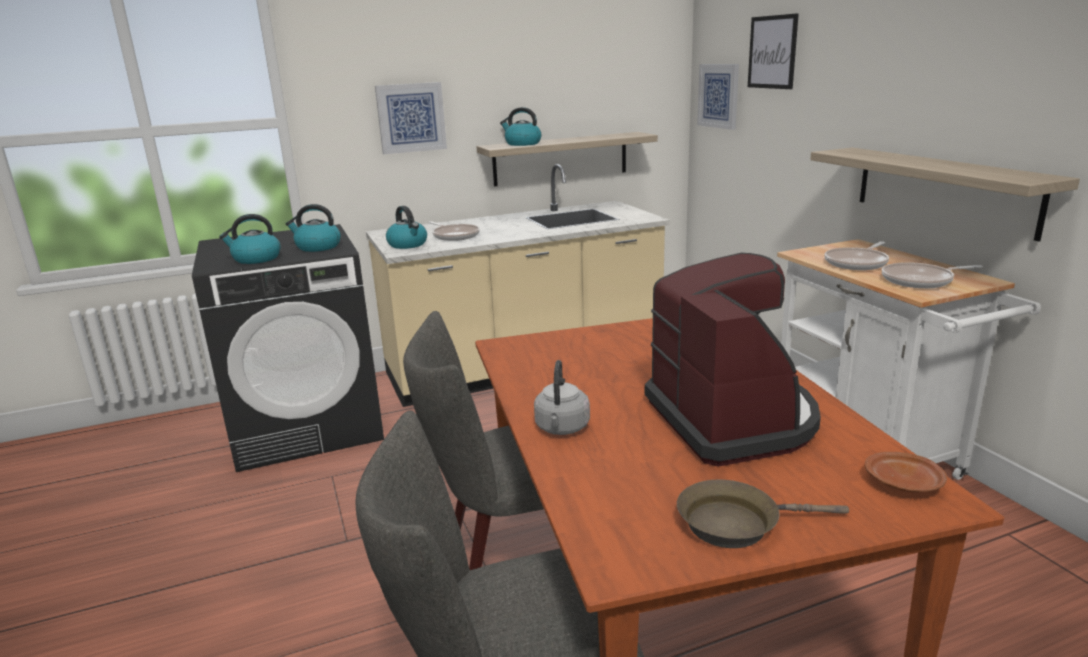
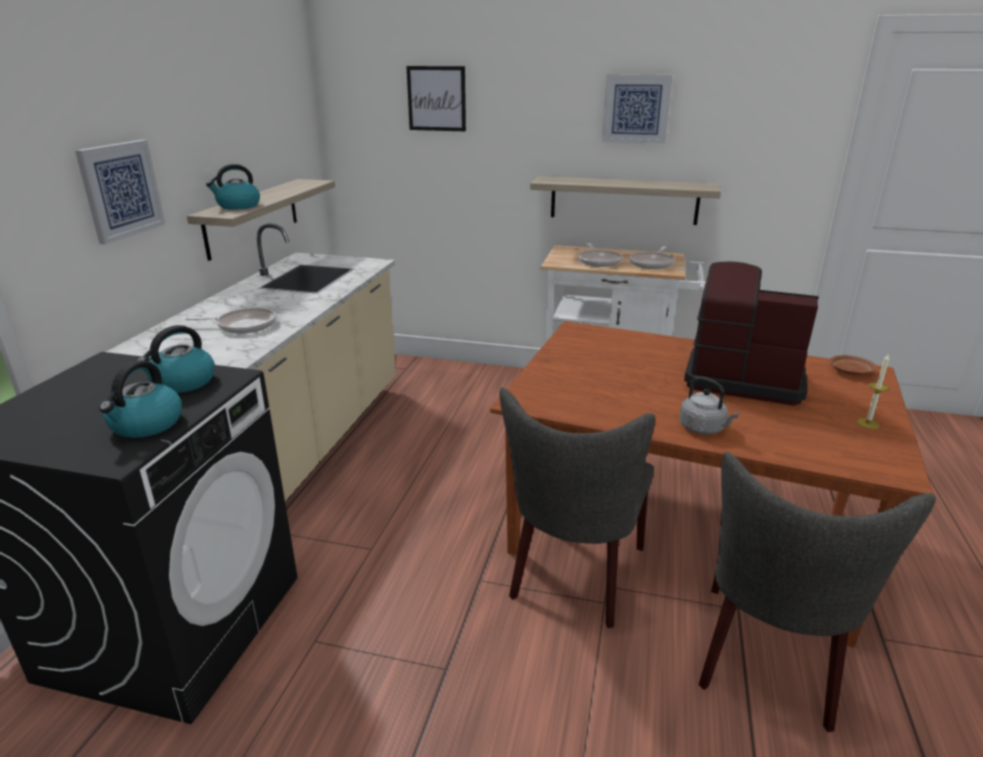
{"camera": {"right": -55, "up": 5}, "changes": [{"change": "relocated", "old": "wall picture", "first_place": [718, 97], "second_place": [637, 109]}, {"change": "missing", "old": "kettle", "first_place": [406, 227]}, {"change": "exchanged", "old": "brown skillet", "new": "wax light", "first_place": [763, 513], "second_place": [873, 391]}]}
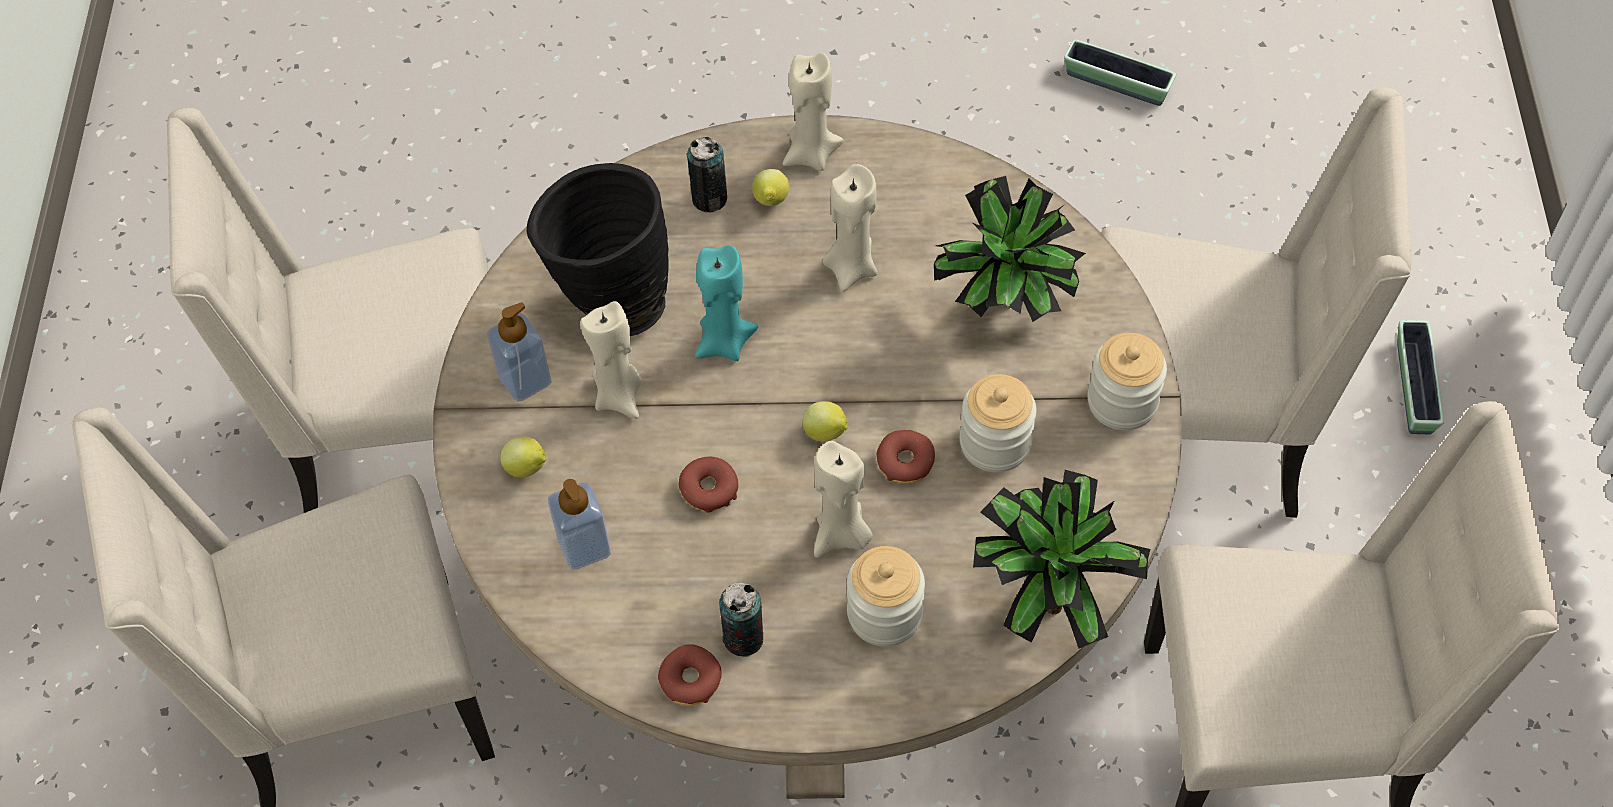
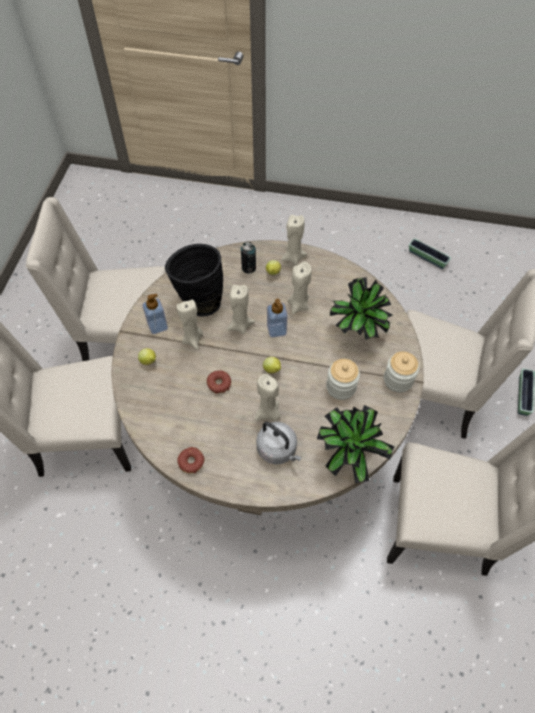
{"camera": {"right": 10, "up": 0}, "changes": [{"change": "colour", "old": "turquoise wax light", "new": "beige wax light", "first_place": [726, 303], "second_place": [241, 309]}, {"change": "missing", "old": "doughnut", "first_place": [905, 456]}, {"change": "relocated", "old": "liquid soap bottle", "first_place": [579, 524], "second_place": [277, 318]}, {"change": "exchanged", "old": "jar", "new": "gray kettle", "first_place": [886, 596], "second_place": [278, 443]}, {"change": "missing", "old": "metal can", "first_place": [741, 619]}]}
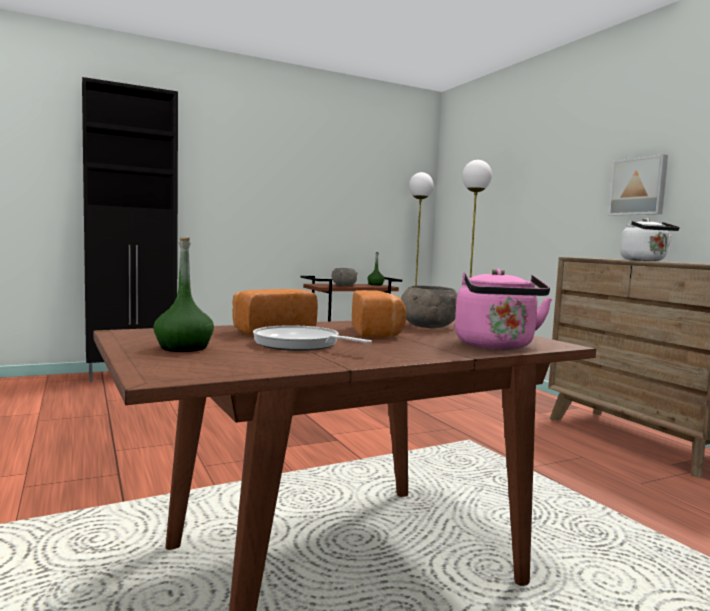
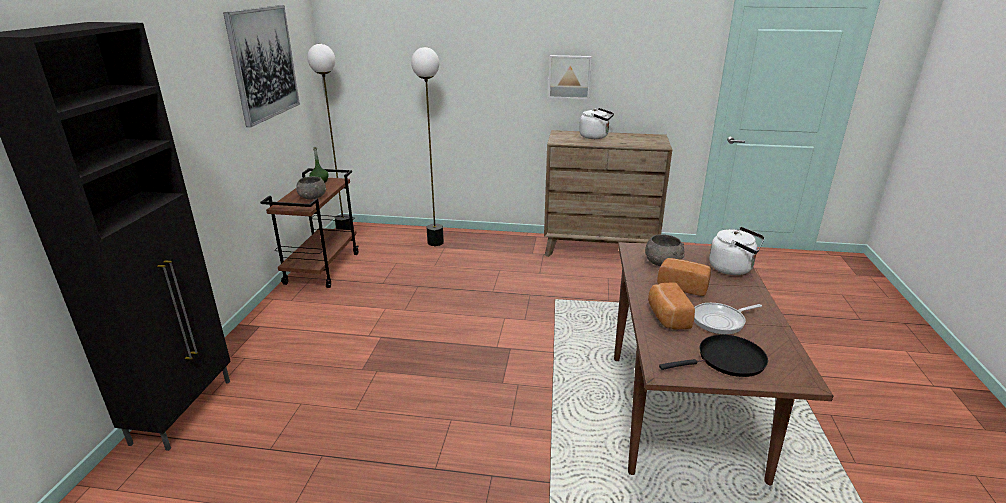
{"camera": {"right": -55, "up": 20}, "changes": [{"change": "exchanged", "old": "green drink bottle", "new": "blackish skillet", "first_place": [183, 294], "second_place": [713, 356]}, {"change": "colour", "old": "pinkish kettle", "new": "white-coloured kettle", "first_place": [503, 309], "second_place": [737, 251]}, {"change": "appeared", "new": "wall picture", "second_place": [261, 66]}]}
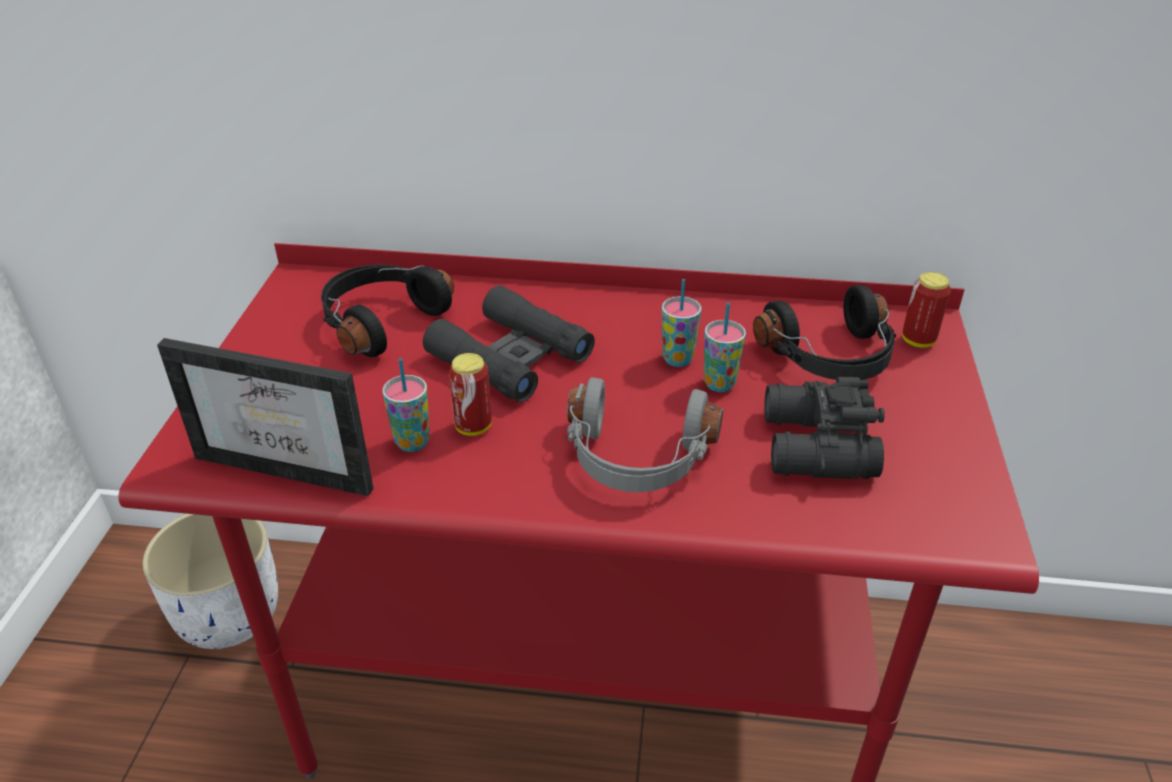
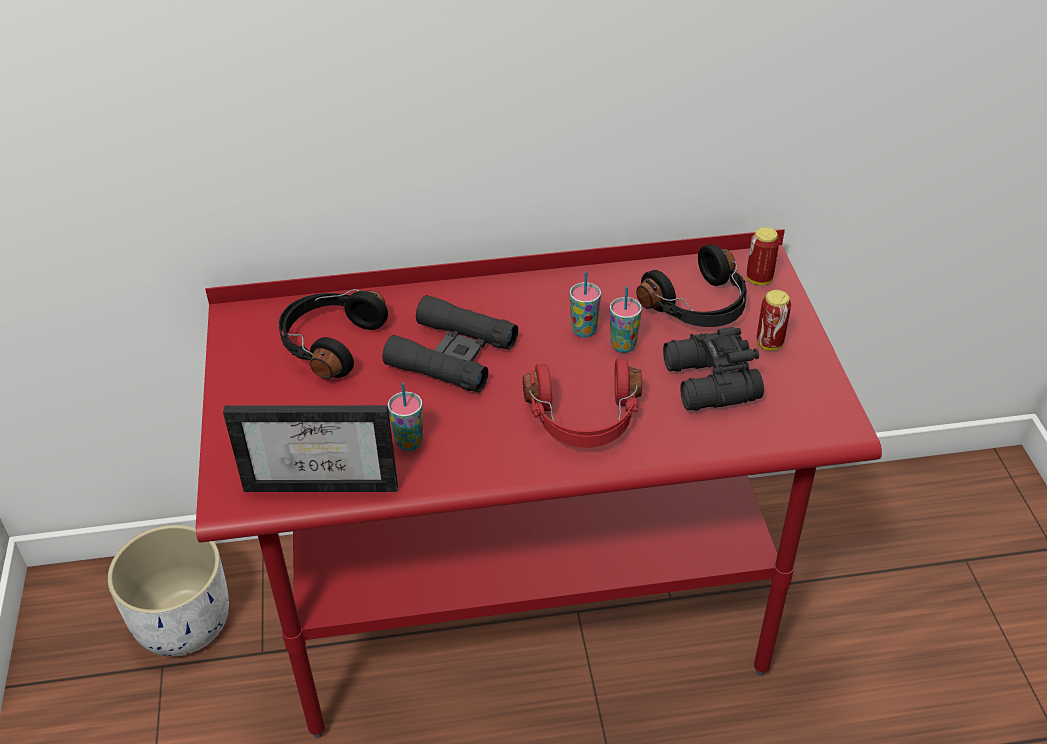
{"camera": {"right": -15, "up": 5}, "changes": [{"change": "relocated", "old": "metal can", "first_place": [470, 394], "second_place": [774, 320]}, {"change": "colour", "old": "gray pair of headphones", "new": "red-coloured pair of headphones", "first_place": [645, 434], "second_place": [582, 403]}]}
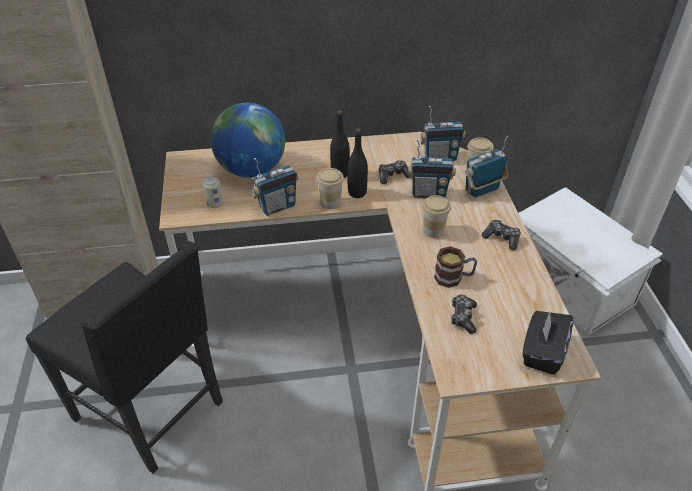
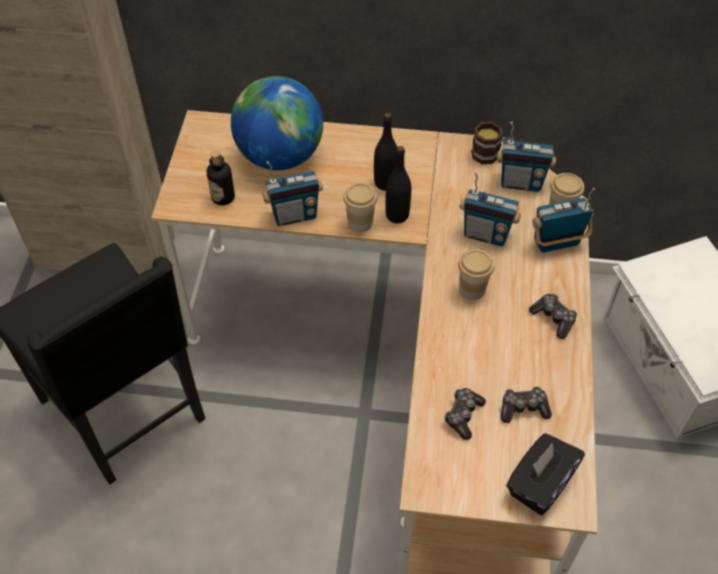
{"camera": {"right": 15, "up": 10}, "changes": [{"change": "relocated", "old": "joypad", "first_place": [394, 172], "second_place": [526, 404]}, {"change": "exchanged", "old": "metal can", "new": "drink bottle", "first_place": [213, 192], "second_place": [220, 177]}, {"change": "relocated", "old": "tea mug", "first_place": [455, 267], "second_place": [493, 143]}]}
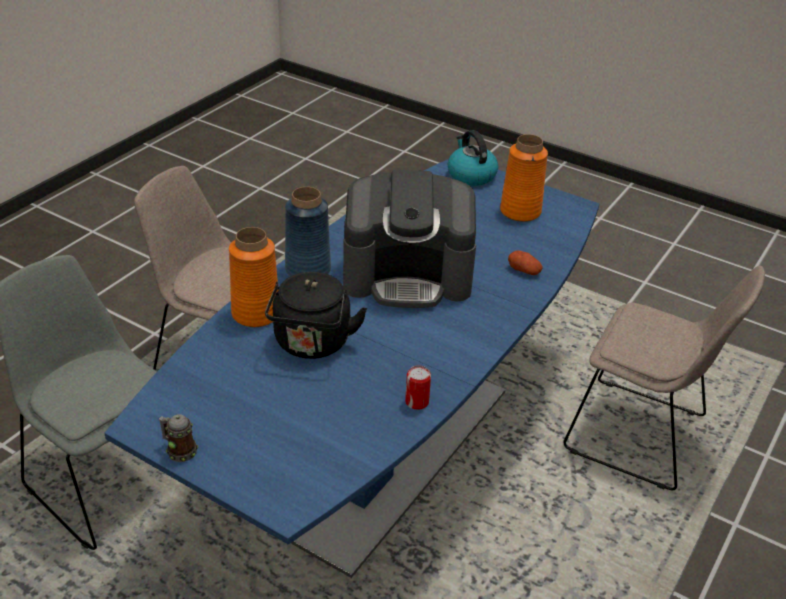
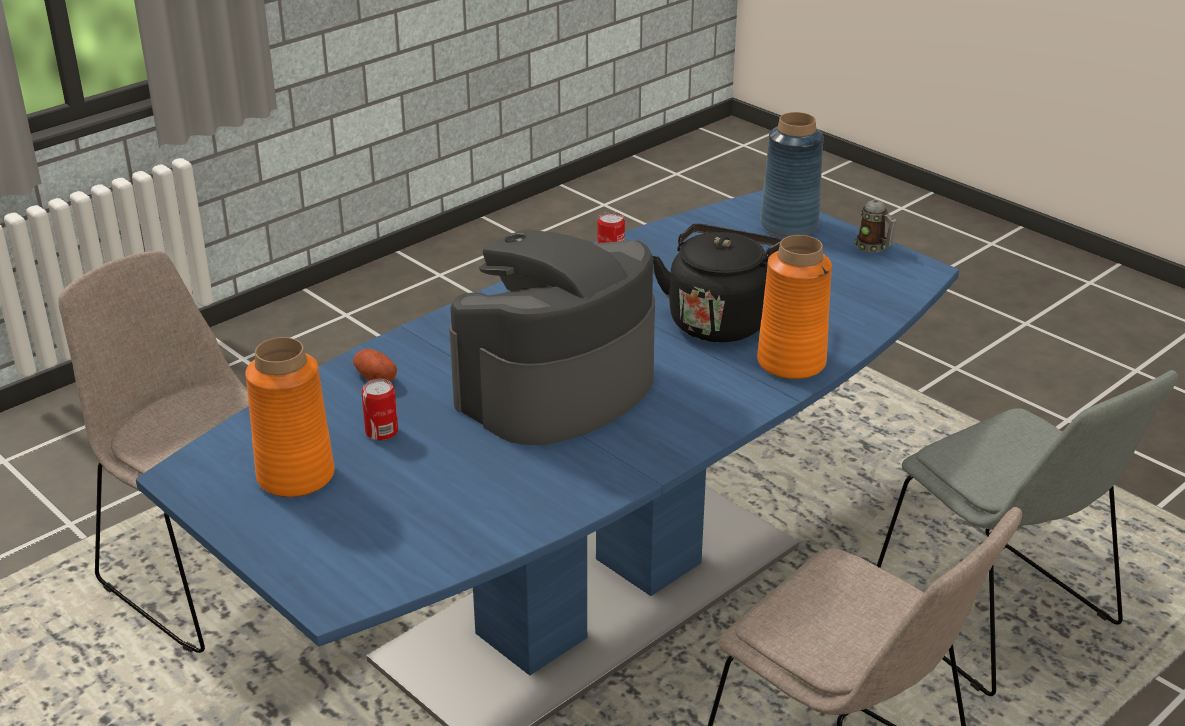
{"camera": {"right": -165, "up": -5}, "changes": [{"change": "missing", "old": "kettle", "first_place": [473, 158]}, {"change": "spun", "old": "coffee brewer", "first_place": [409, 239], "second_place": [552, 337], "degrees": -60}, {"change": "relocated", "old": "blue-coloured flower vase", "first_place": [308, 231], "second_place": [792, 174]}, {"change": "appeared", "new": "metal can", "second_place": [379, 410]}]}
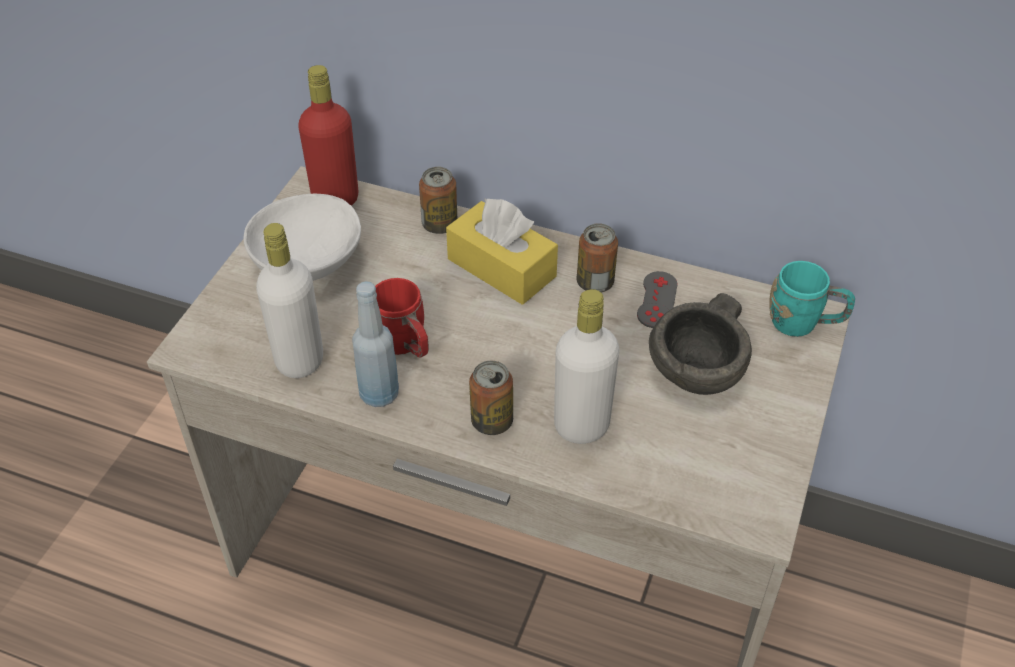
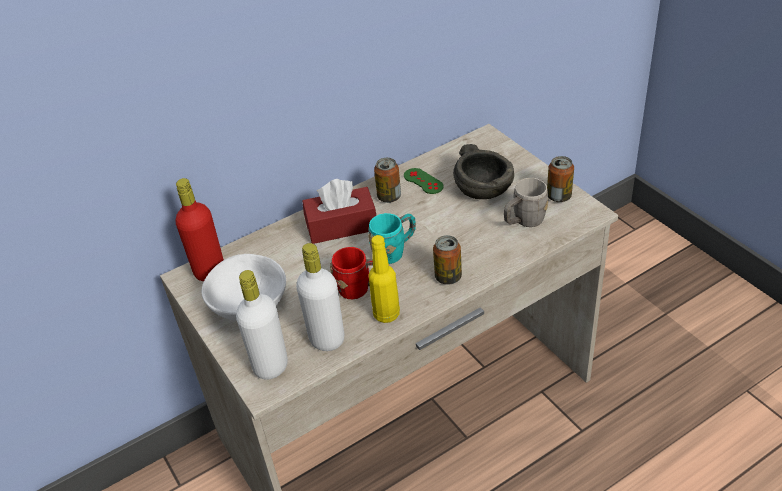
{"camera": {"right": -50, "up": -5}, "changes": [{"change": "relocated", "old": "metal can", "first_place": [438, 200], "second_place": [560, 179]}, {"change": "colour", "old": "yellow-coloured box of tissues", "new": "red-coloured box of tissues", "first_place": [502, 252], "second_place": [339, 211]}, {"change": "relocated", "old": "turquoise tea mug", "first_place": [812, 299], "second_place": [392, 238]}, {"change": "colour", "old": "gray joypad", "new": "green joypad", "first_place": [657, 299], "second_place": [424, 181]}, {"change": "colour", "old": "blue-coloured drink bottle", "new": "yellow-coloured drink bottle", "first_place": [375, 344], "second_place": [384, 279]}, {"change": "relocated", "old": "white-coloured drink bottle", "first_place": [587, 366], "second_place": [262, 325]}, {"change": "appeared", "new": "gray tea mug", "second_place": [526, 202]}]}
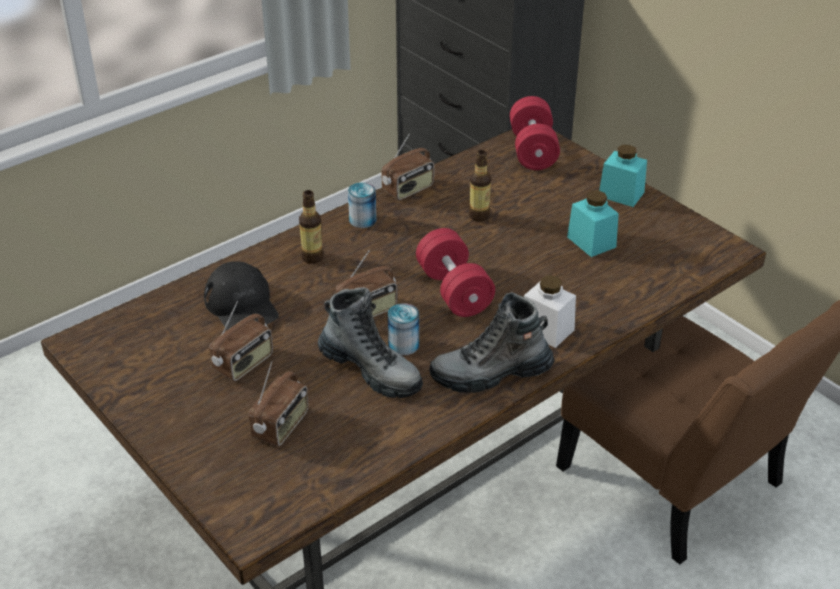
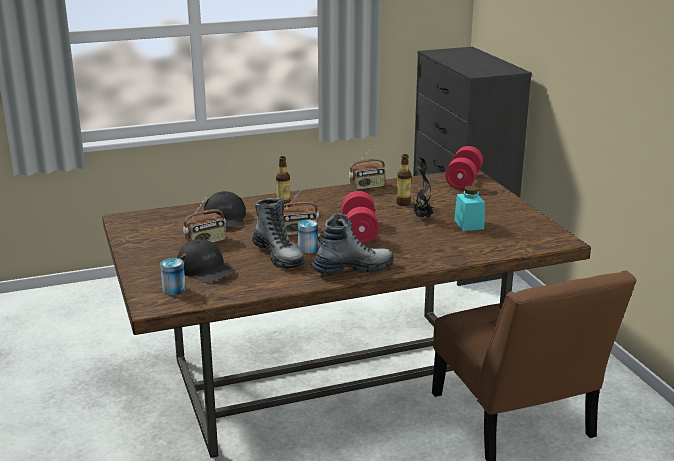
{"camera": {"right": 20, "up": -15}, "changes": [{"change": "missing", "old": "turquoise jar", "first_place": [623, 175]}, {"change": "relocated", "old": "metal can", "first_place": [362, 205], "second_place": [173, 276]}, {"change": "missing", "old": "white-coloured jar", "first_place": [550, 311]}, {"change": "spun", "old": "tall boot", "first_place": [492, 342], "second_place": [352, 244], "degrees": 150}, {"change": "exchanged", "old": "radio", "new": "blackish peaked cap", "first_place": [278, 404], "second_place": [206, 261]}, {"change": "appeared", "new": "plant in a pot", "second_place": [422, 187]}]}
